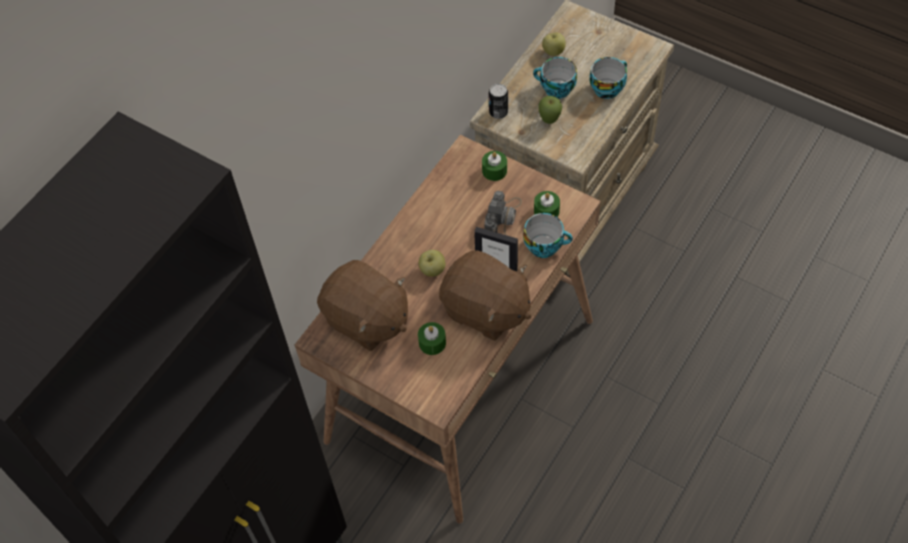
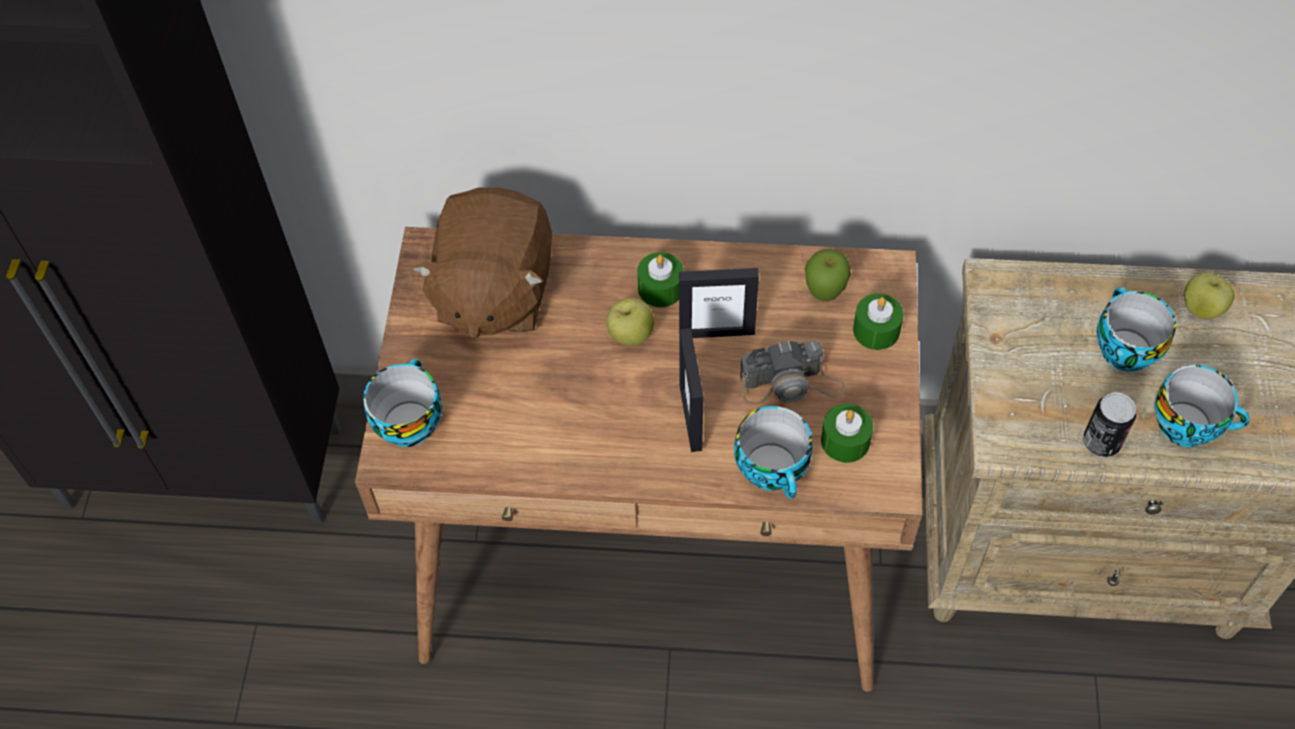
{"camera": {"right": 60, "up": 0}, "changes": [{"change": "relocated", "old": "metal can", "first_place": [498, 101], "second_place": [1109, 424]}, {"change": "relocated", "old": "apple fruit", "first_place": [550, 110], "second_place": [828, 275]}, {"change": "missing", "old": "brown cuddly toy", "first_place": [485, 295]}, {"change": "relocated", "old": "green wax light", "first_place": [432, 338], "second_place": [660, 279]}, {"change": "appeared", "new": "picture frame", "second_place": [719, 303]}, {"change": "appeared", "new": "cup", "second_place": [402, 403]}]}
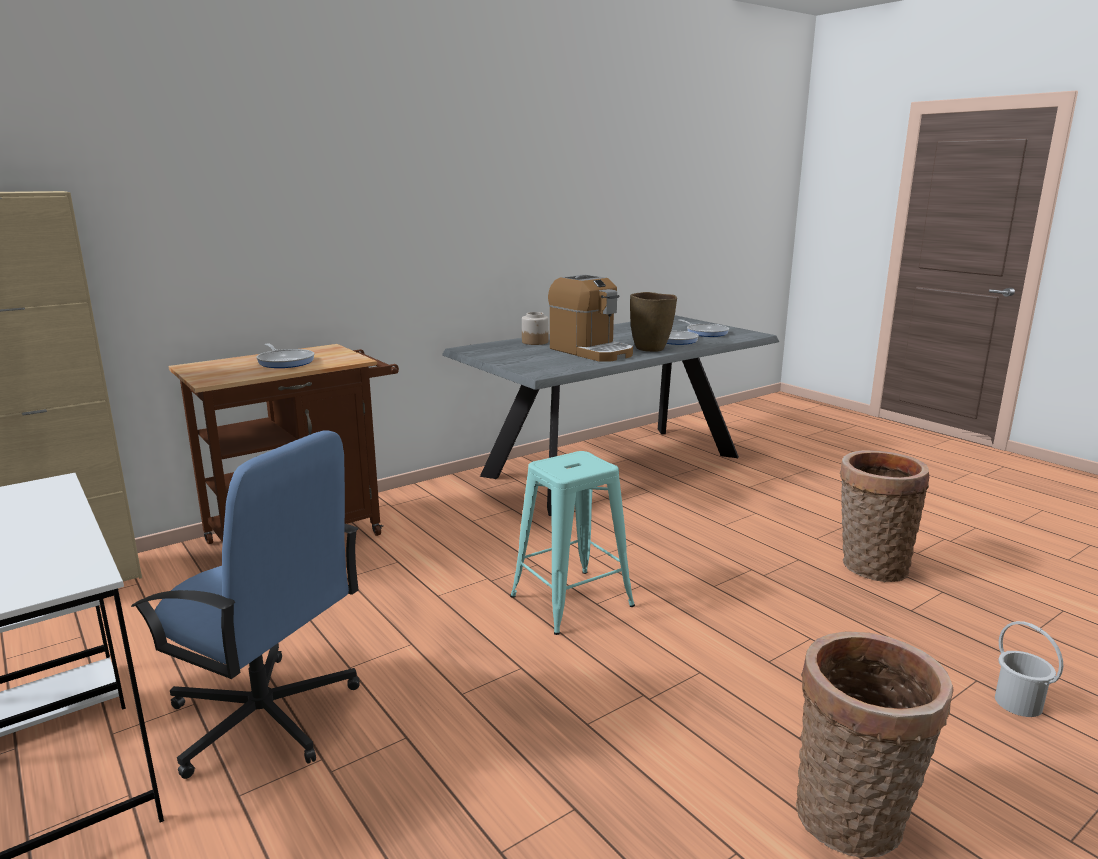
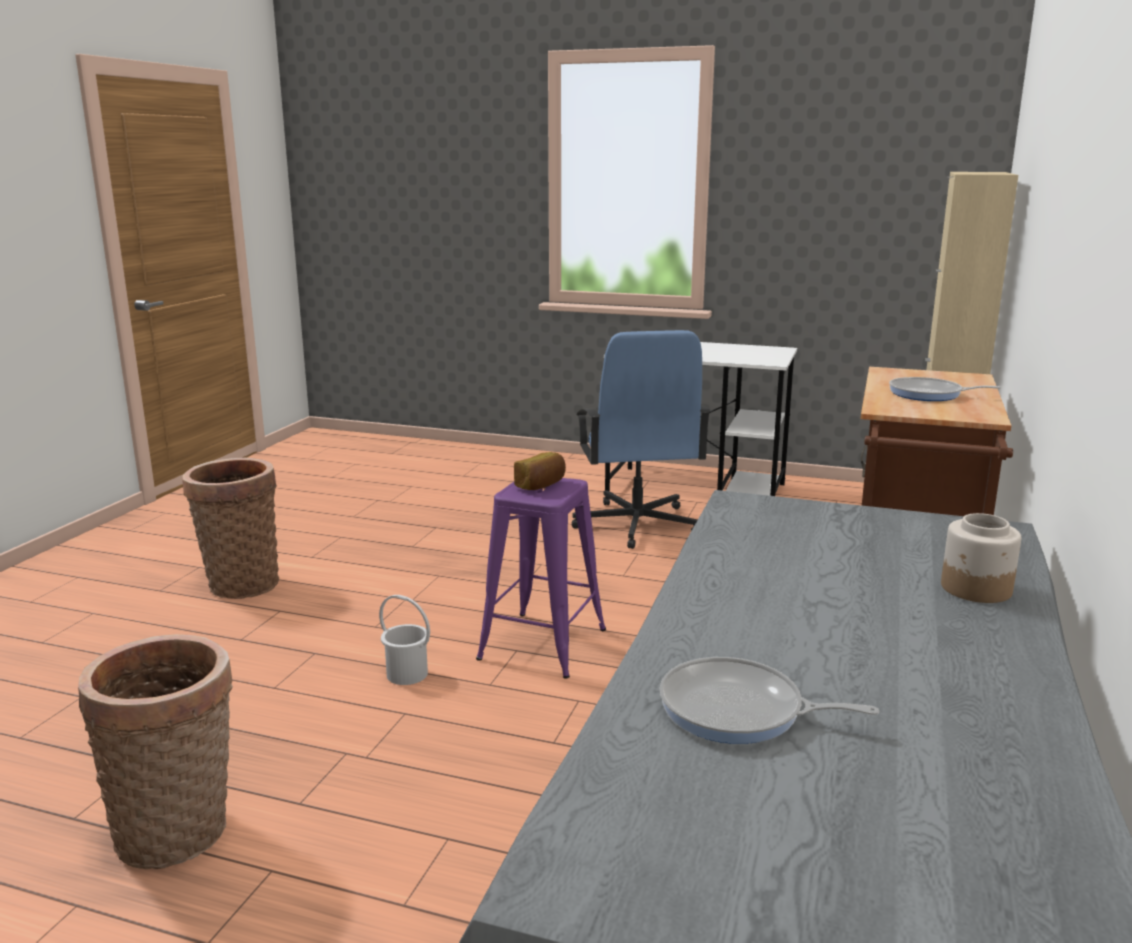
{"camera": {"right": 145, "up": 0}, "changes": [{"change": "missing", "old": "coffee brewer", "first_place": [590, 318]}, {"change": "missing", "old": "brown flower vase", "first_place": [653, 322]}, {"change": "missing", "old": "skillet", "first_place": [703, 328]}, {"change": "spun", "old": "blue-coloured computer chair", "first_place": [245, 604], "second_place": [641, 439], "degrees": -90}, {"change": "colour", "old": "turquoise sitting stool", "new": "purple sitting stool", "first_place": [572, 543], "second_place": [541, 578]}, {"change": "relocated", "old": "white-coloured bucket", "first_place": [1029, 669], "second_place": [404, 640]}, {"change": "appeared", "new": "bread", "second_place": [540, 471]}]}
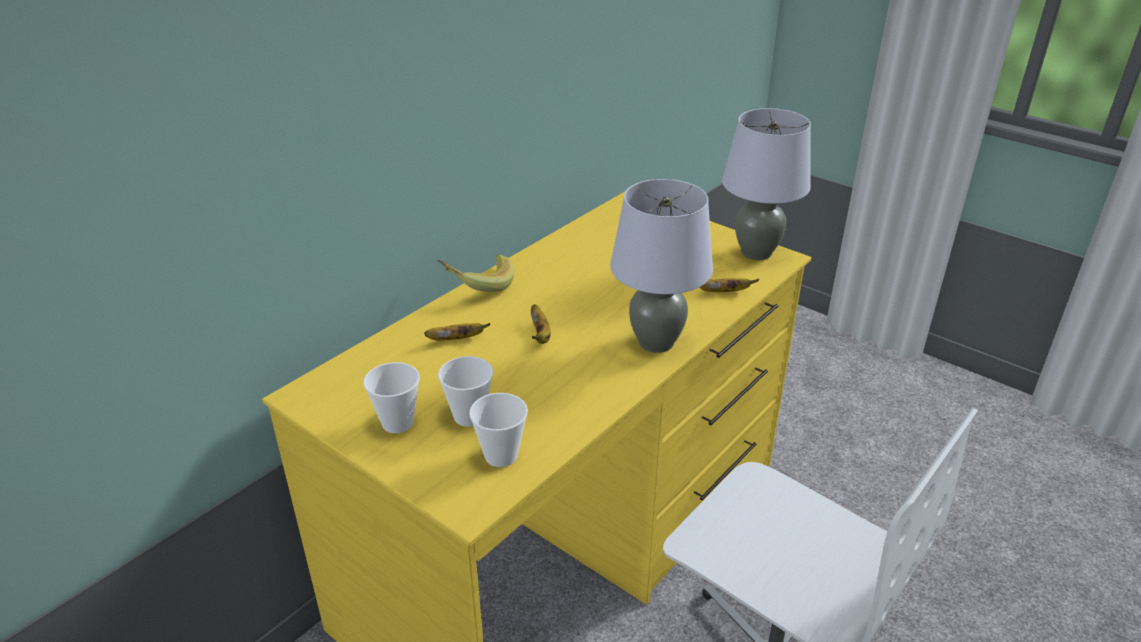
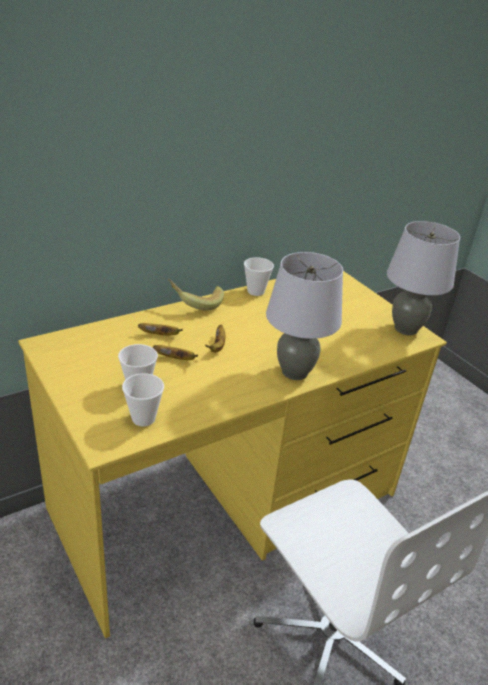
{"camera": {"right": 15, "up": 0}, "changes": [{"change": "relocated", "old": "banana fruit", "first_place": [729, 285], "second_place": [175, 352]}, {"change": "relocated", "old": "cup", "first_place": [391, 397], "second_place": [259, 276]}]}
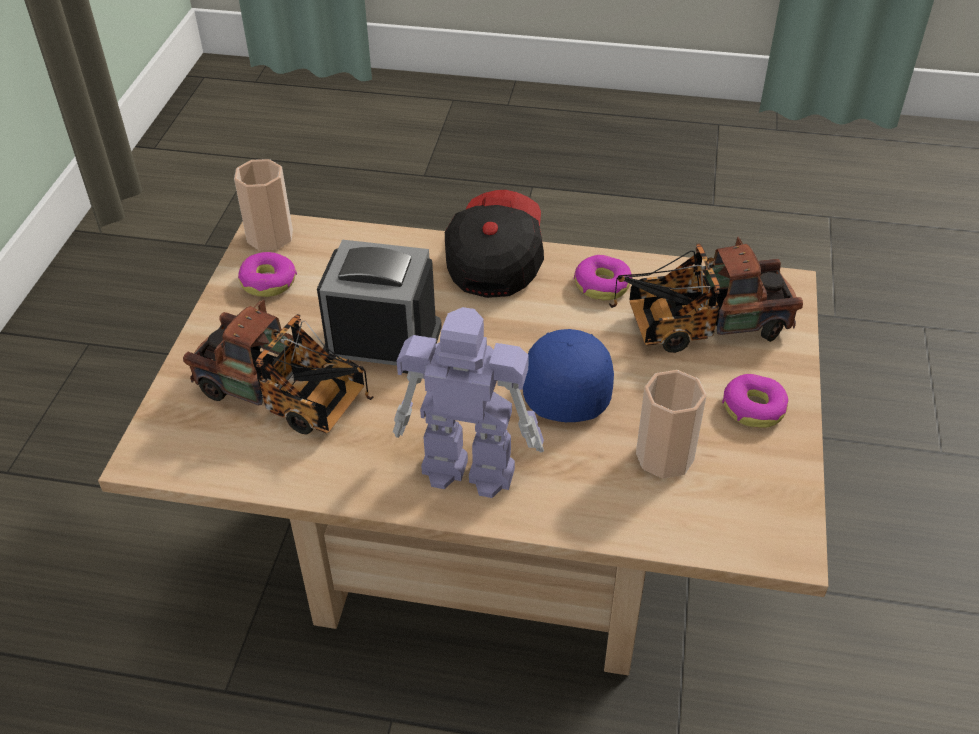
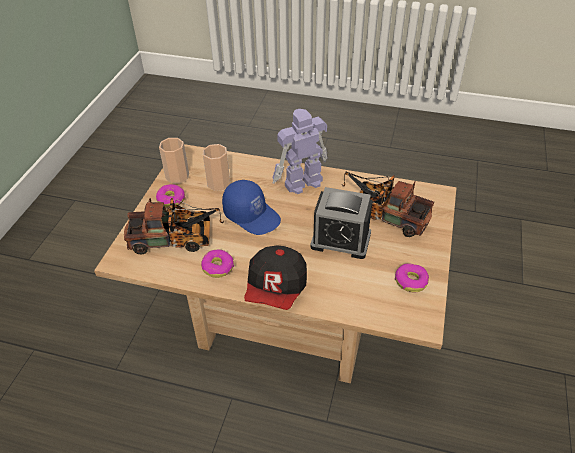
{"camera": {"right": -175, "up": 0}, "changes": [{"change": "relocated", "old": "cup", "first_place": [263, 204], "second_place": [174, 160]}, {"change": "spun", "old": "toy robot", "first_place": [468, 402], "second_place": [300, 151], "degrees": 135}, {"change": "spun", "old": "blue-coloured peaked cap", "first_place": [568, 375], "second_place": [251, 207], "degrees": -60}]}
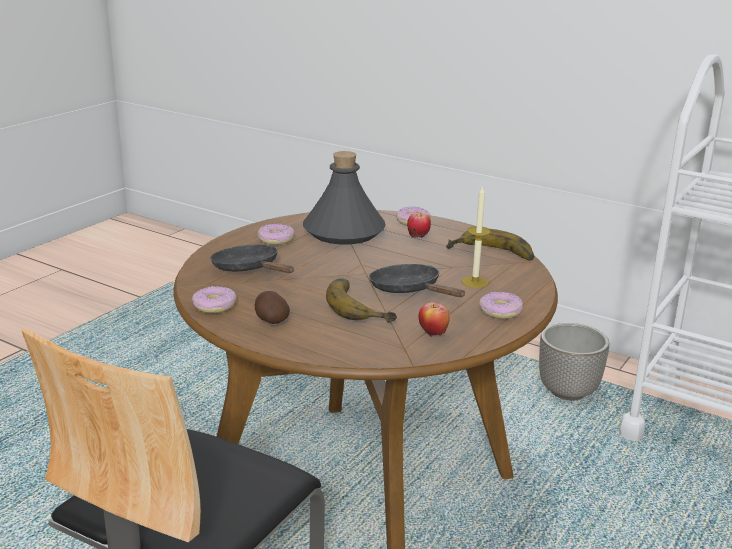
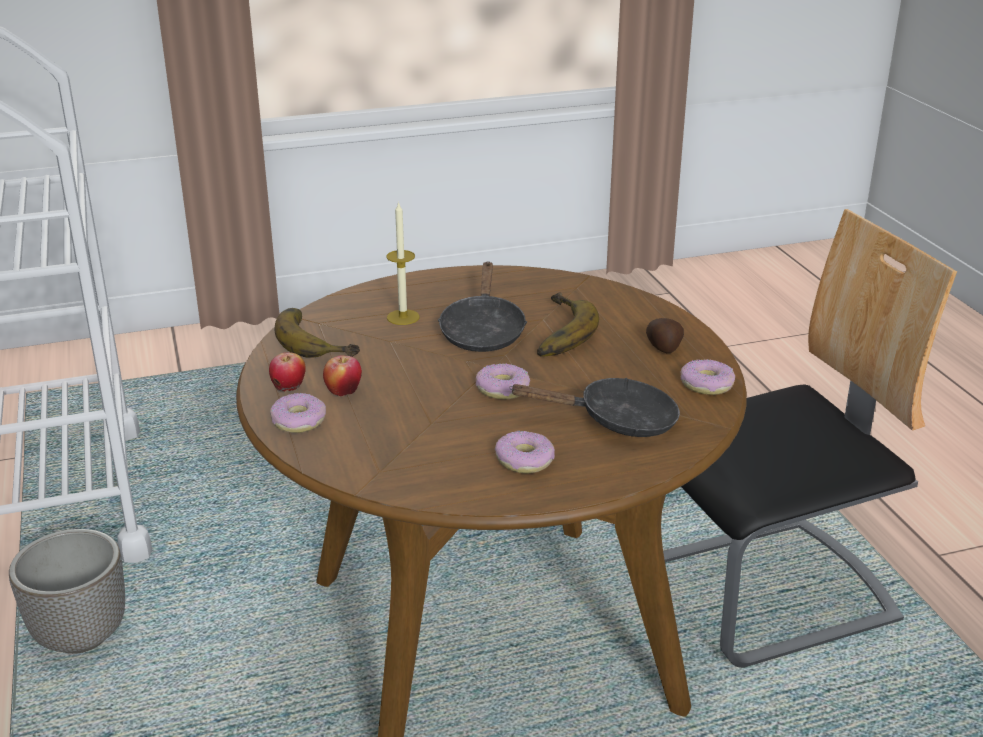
{"camera": {"right": -140, "up": 5}, "changes": [{"change": "missing", "old": "gray drink bottle", "first_place": [344, 198]}, {"change": "spun", "old": "blackish skillet", "first_place": [252, 258], "second_place": [594, 407], "degrees": -90}, {"change": "relocated", "old": "doughnut", "first_place": [501, 305], "second_place": [503, 381]}, {"change": "relocated", "old": "apple fruit", "first_place": [434, 319], "second_place": [287, 372]}]}
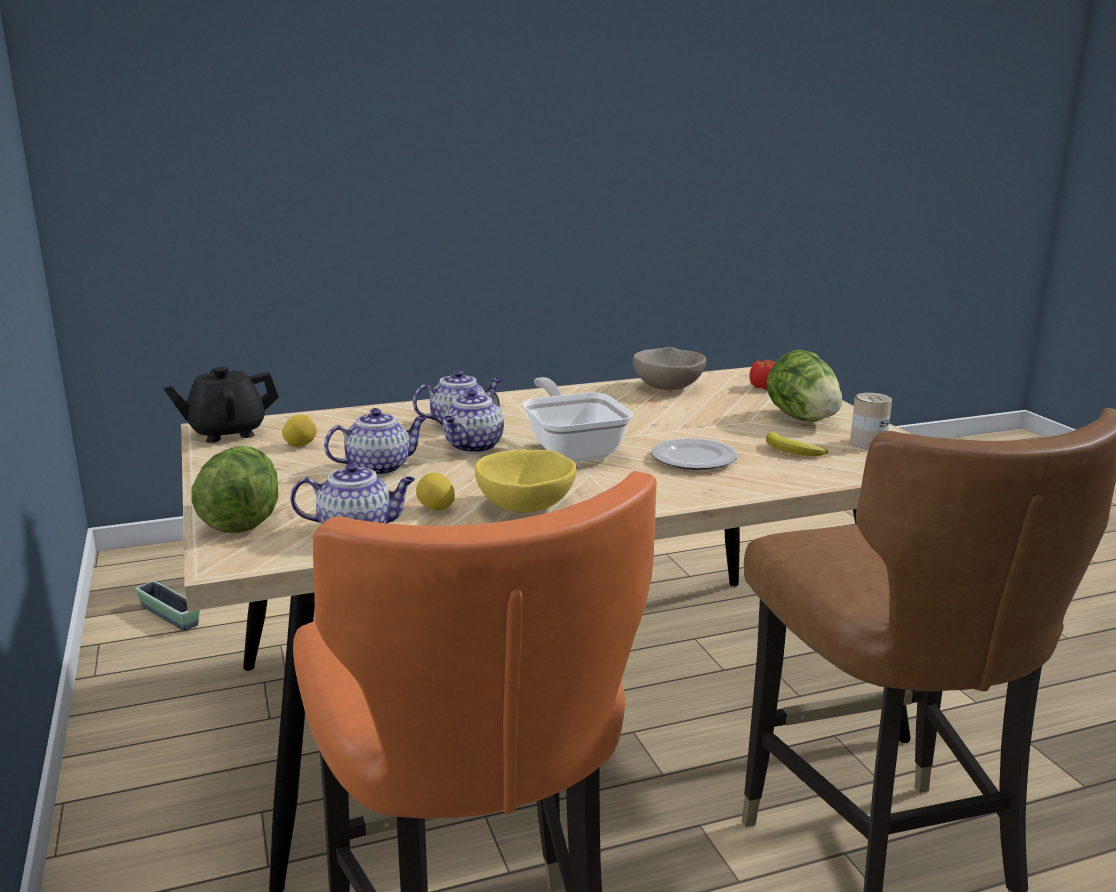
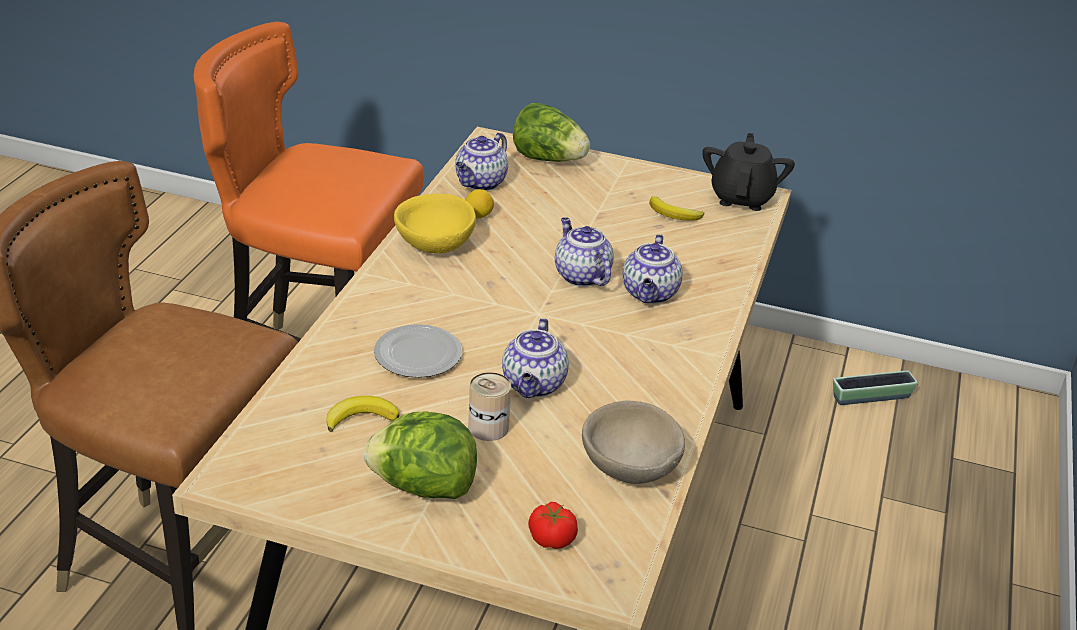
{"camera": {"right": 125, "up": 15}, "changes": [{"change": "missing", "old": "skillet", "first_place": [578, 419]}, {"change": "relocated", "old": "metal can", "first_place": [871, 421], "second_place": [489, 406]}, {"change": "relocated", "old": "teapot", "first_place": [375, 442], "second_place": [535, 358]}, {"change": "exchanged", "old": "citrus fruit", "new": "banana fruit", "first_place": [299, 431], "second_place": [676, 208]}]}
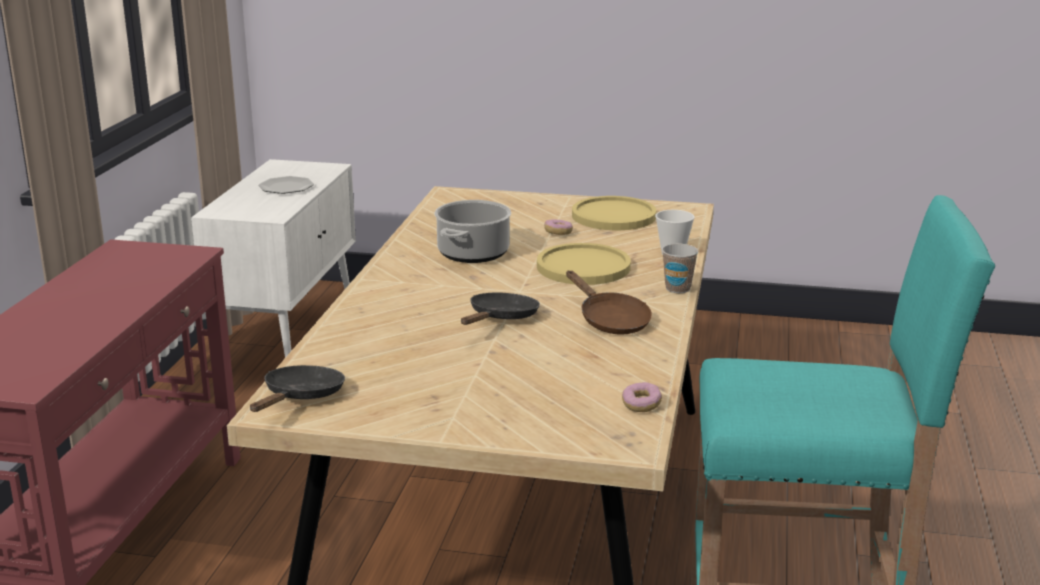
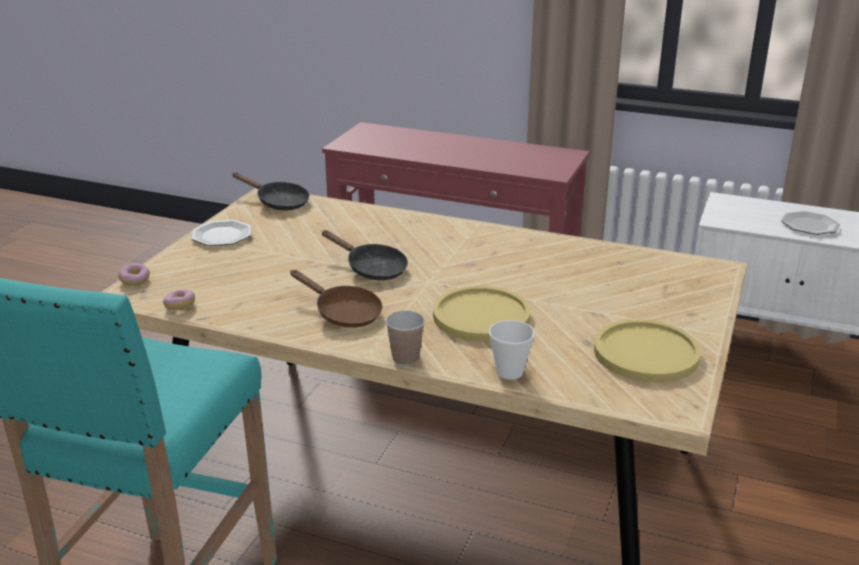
{"camera": {"right": 100, "up": 5}, "changes": [{"change": "missing", "old": "cooking pot", "first_place": [472, 231]}, {"change": "relocated", "old": "doughnut", "first_place": [558, 227], "second_place": [134, 274]}, {"change": "spun", "old": "brown skillet", "first_place": [609, 303], "second_place": [336, 299], "degrees": -120}, {"change": "appeared", "new": "dinner plate", "second_place": [221, 233]}]}
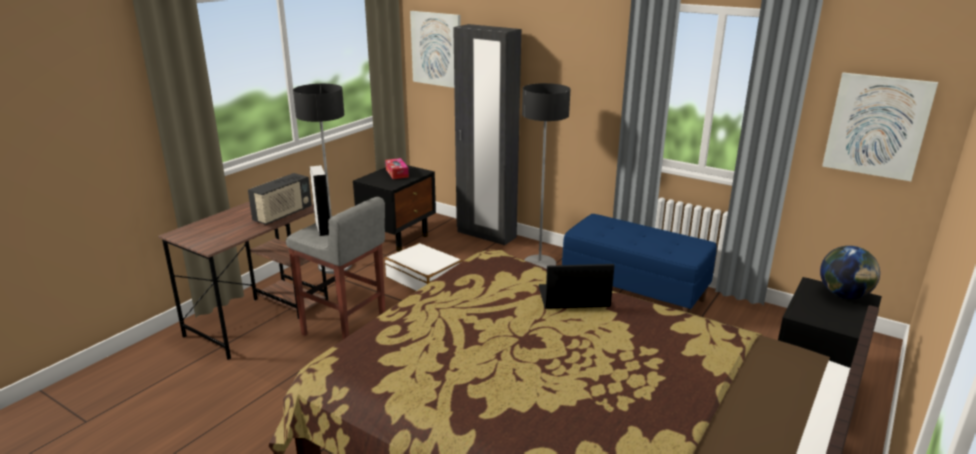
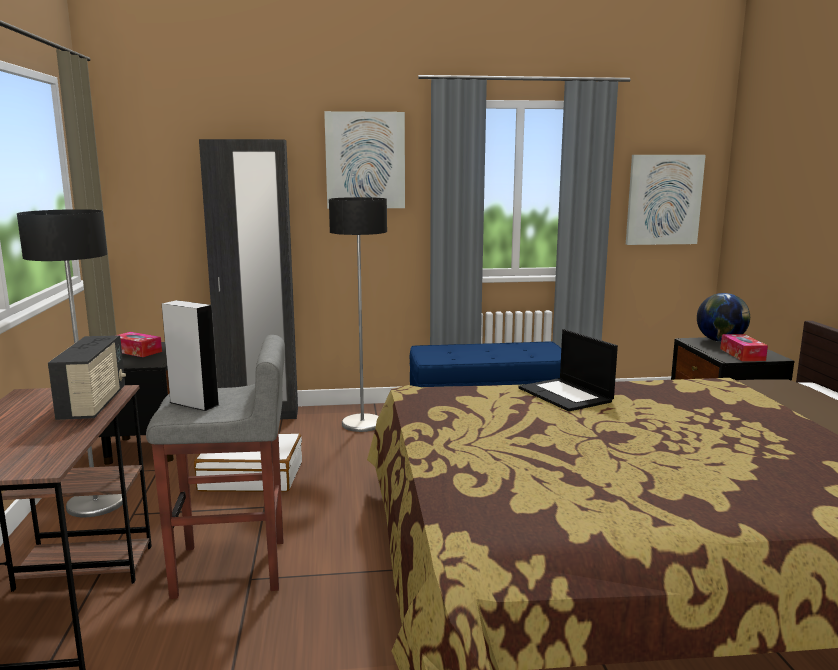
{"camera": {"right": -40, "up": -10}, "changes": [{"change": "relocated", "old": "wall picture", "first_place": [435, 49], "second_place": [364, 160]}, {"change": "spun", "old": "notebook computer", "first_place": [577, 286], "second_place": [568, 370], "degrees": -75}, {"change": "appeared", "new": "box of tissues", "second_place": [744, 347]}]}
